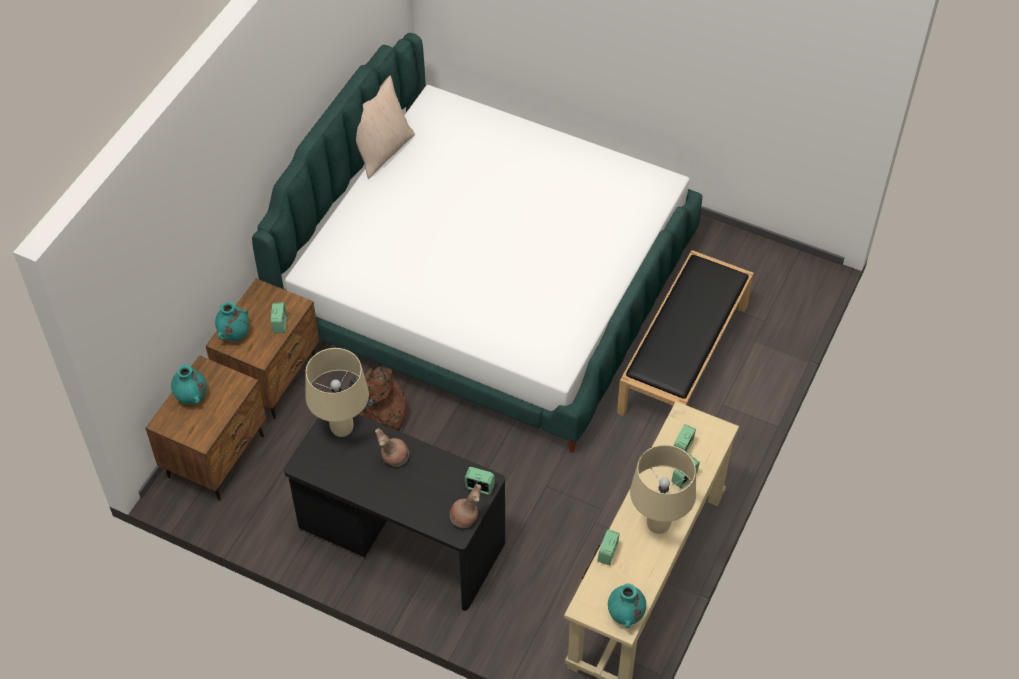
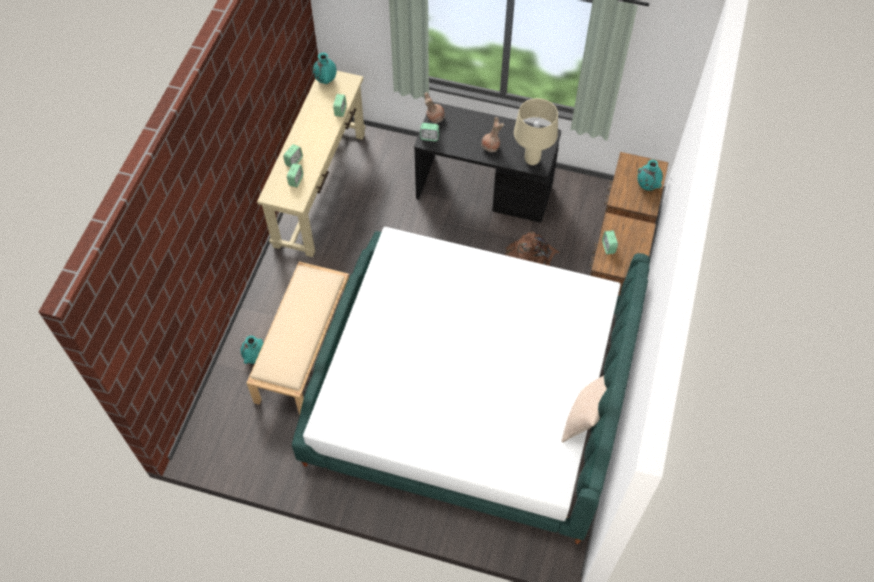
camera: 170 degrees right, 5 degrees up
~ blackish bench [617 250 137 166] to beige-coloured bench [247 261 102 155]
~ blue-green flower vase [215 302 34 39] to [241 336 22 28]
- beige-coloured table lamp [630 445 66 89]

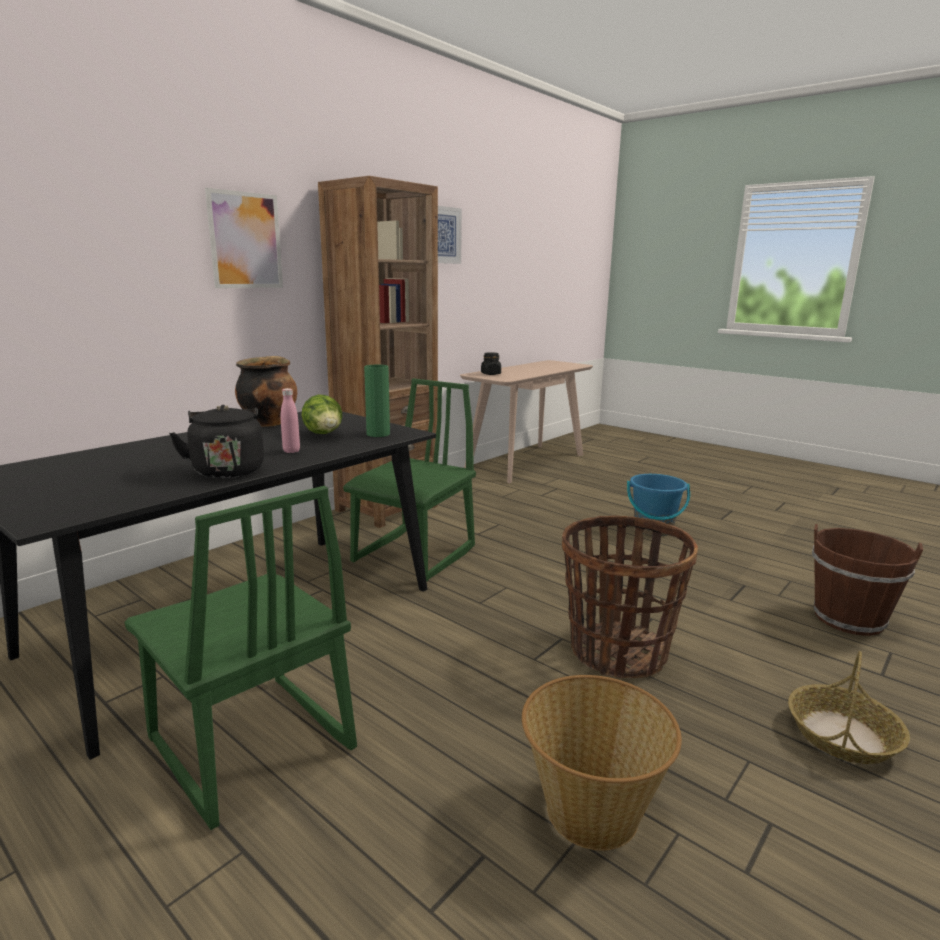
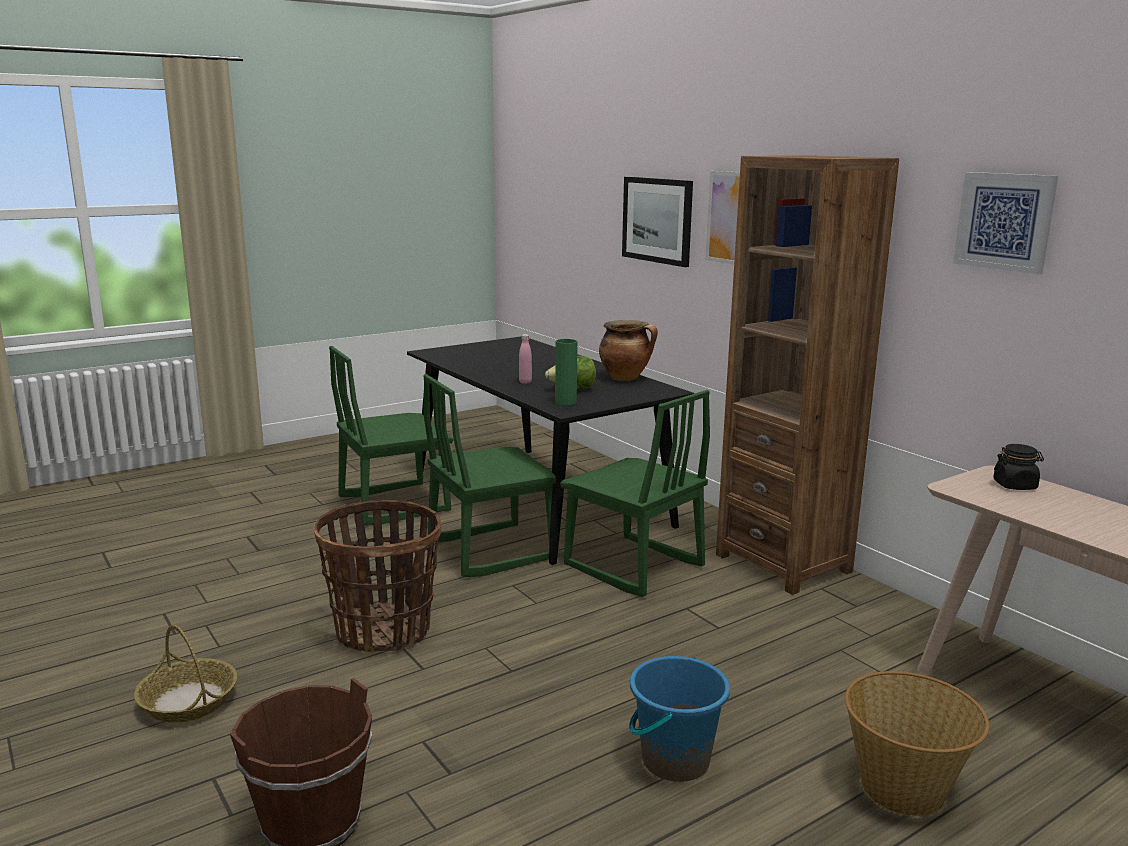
camera: 105 degrees right, 0 degrees up
- blackish tea kettle [169 405 95 73]
~ basket [522 675 160 176] to [845 671 145 146]
+ wall picture [622 177 71 90]
+ greenish plain chair [423 374 133 203]

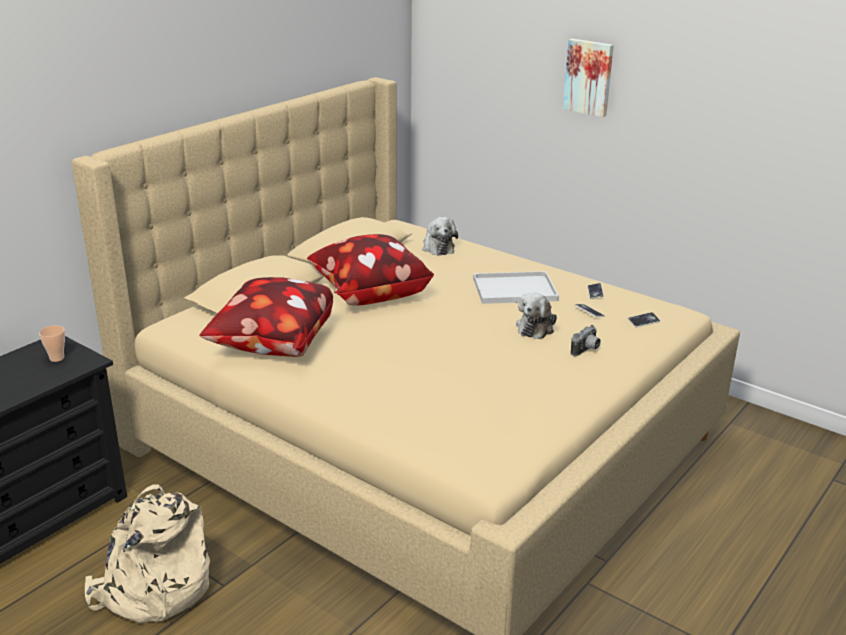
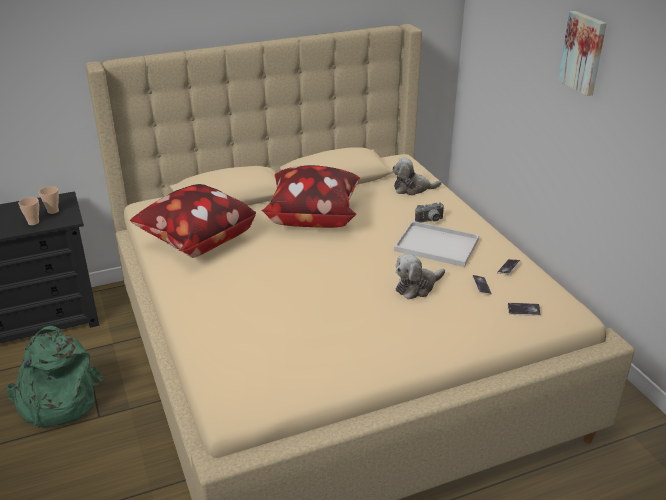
camera: 30 degrees right, 5 degrees up
~ cuddly toy [422 217 36 39] = [392 158 50 38] 75 degrees clockwise
~ photo camera [571 325 30 31] to [415 202 30 21]
~ beige-coloured backpack [85 484 125 140] to greenish backpack [5 326 99 101]
+ cup [19 197 20 28]

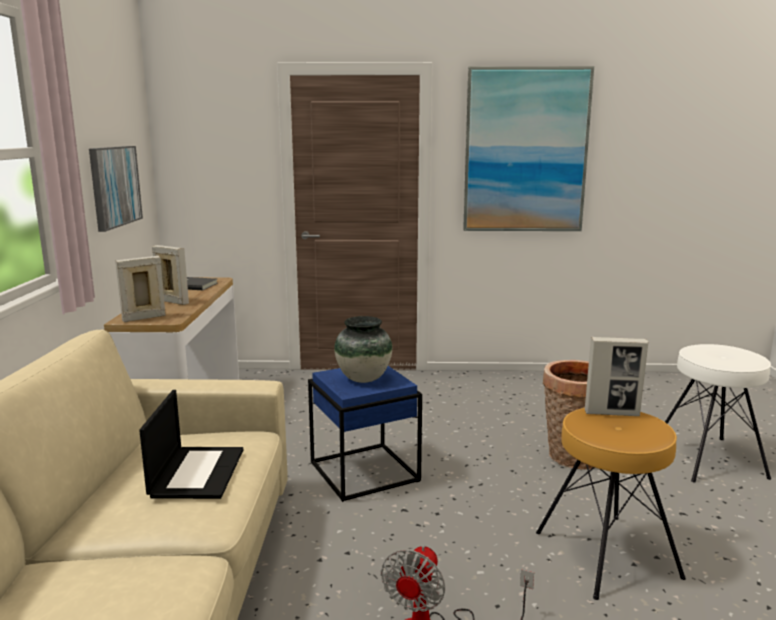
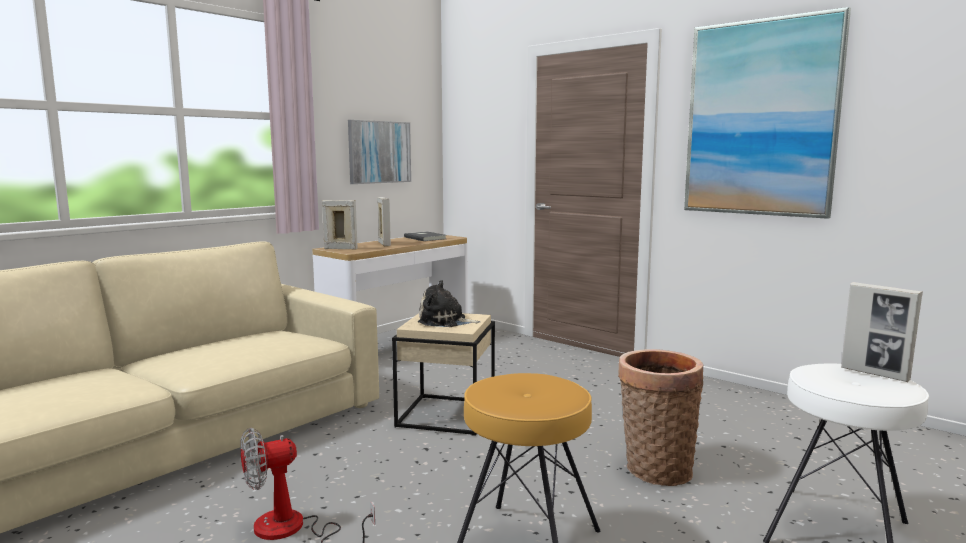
camera: 40 degrees right, 5 degrees down
~ flower vase [334 316 58 67] to cuddly toy [418 280 63 47]
~ standing frame [585 337 64 79] to [841 282 82 100]
~ blue-coloured side table [308 366 114 136] to beige-coloured side table [392 313 103 123]
- notebook computer [139 390 104 109]

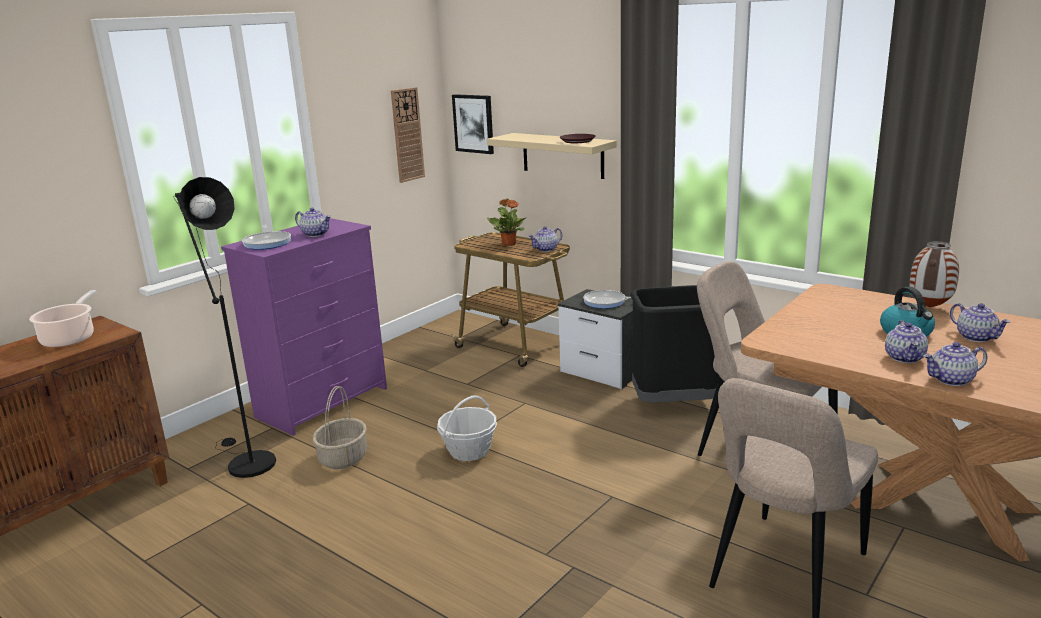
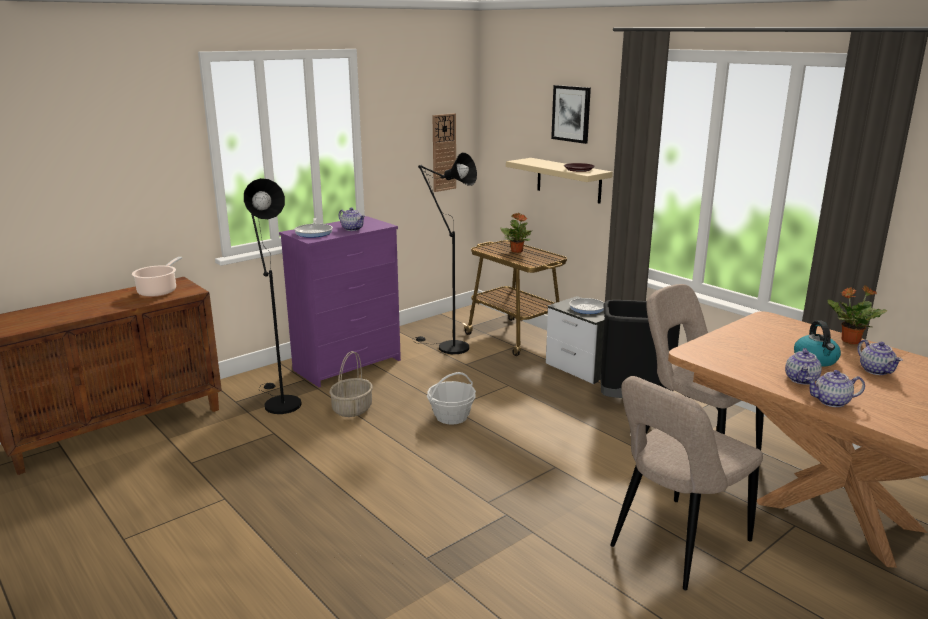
camera: 10 degrees right, 0 degrees up
~ wall picture [452 94 42 60] to [551 85 40 59]
- tea pot [528 226 34 26]
~ flower vase [910 241 49 67] to potted plant [827 285 61 60]
+ blackish standing lamp [412 152 65 202]

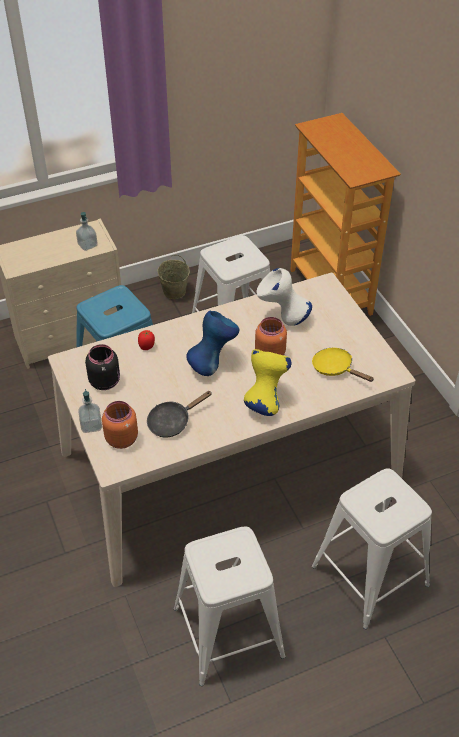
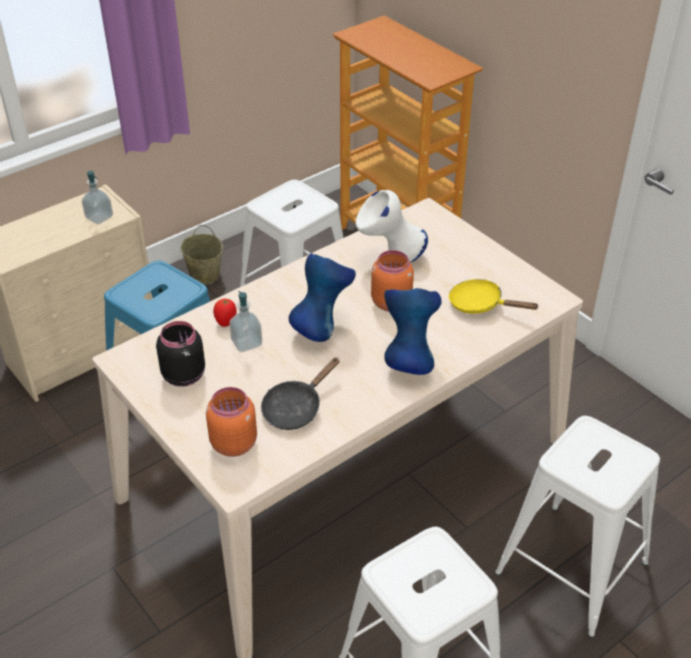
camera: 15 degrees left, 5 degrees down
~ yellowish flower vase [244 349 48 67] to blue-coloured flower vase [384 288 58 87]
~ soap dispenser [78 389 24 44] to [230 291 32 61]

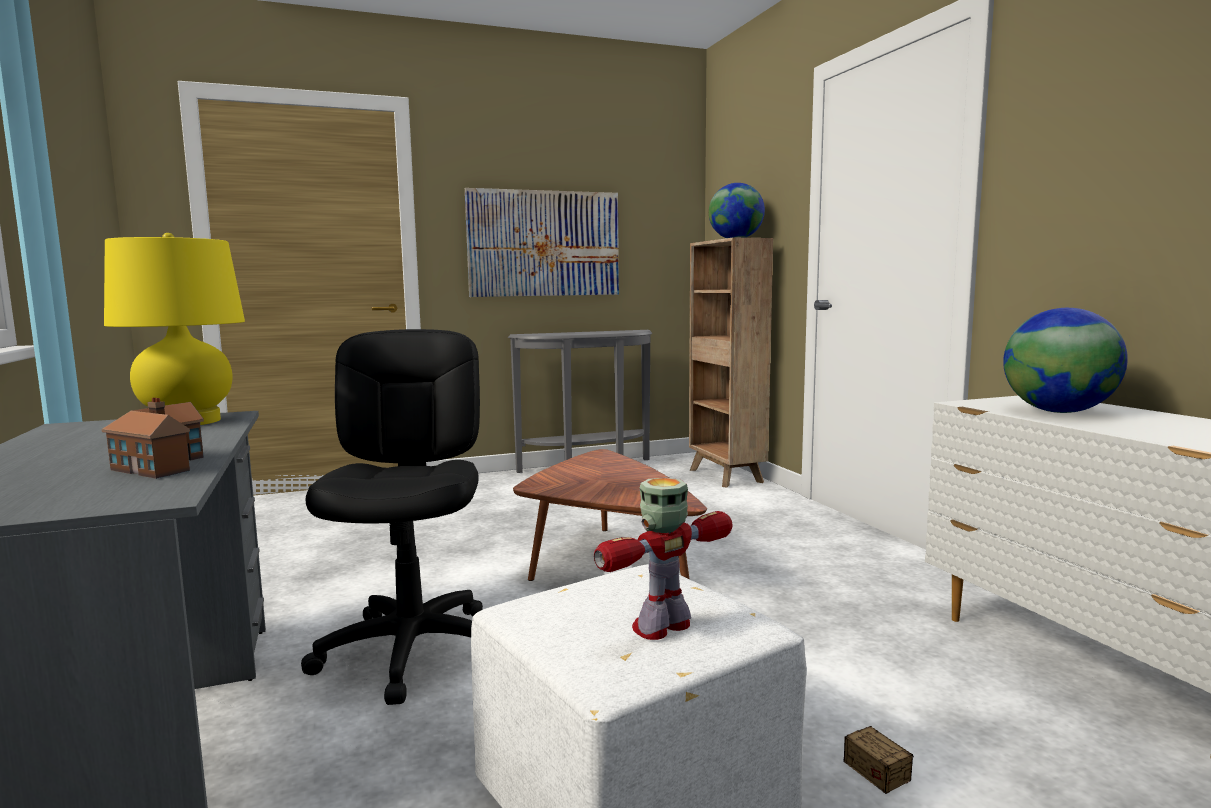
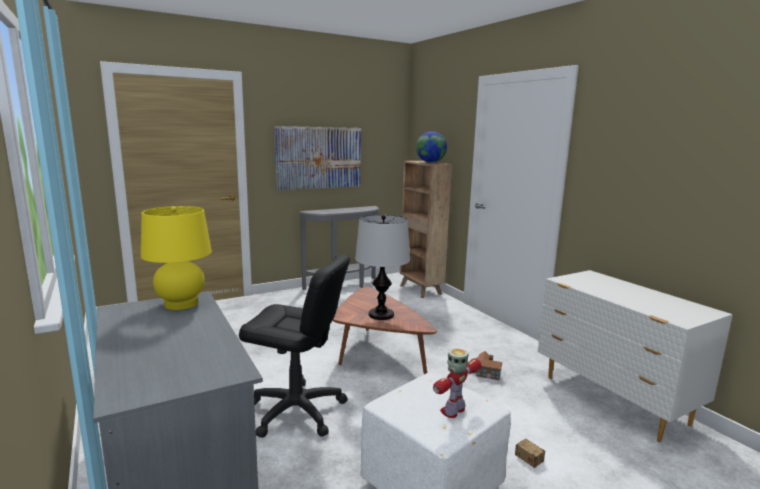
camera: 10 degrees left, 5 degrees up
- world globe [1003 308 125 105]
~ blackish office chair [301 329 182 376] = [239 255 111 183] 120 degrees clockwise
~ toy house [101 398 103 81] to [471 351 31 29]
+ table lamp [355 215 55 105]

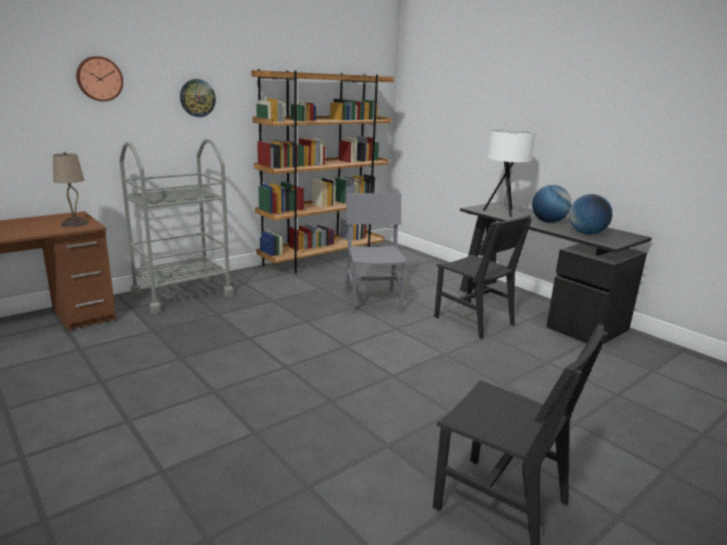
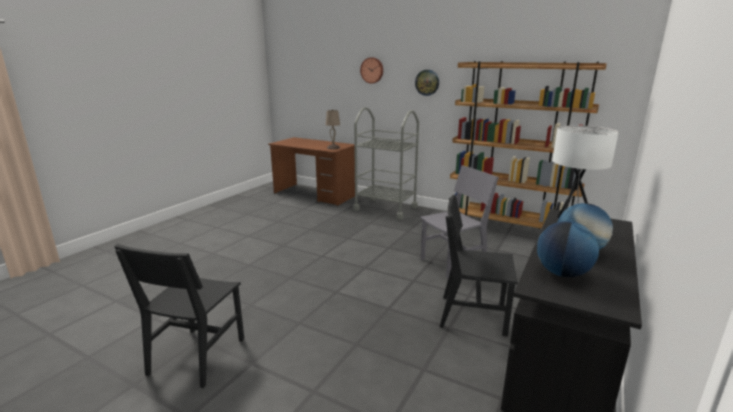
camera: 70 degrees right, 0 degrees up
~ blackish plain chair [434 215 98 124] = [440 195 78 142] 75 degrees clockwise

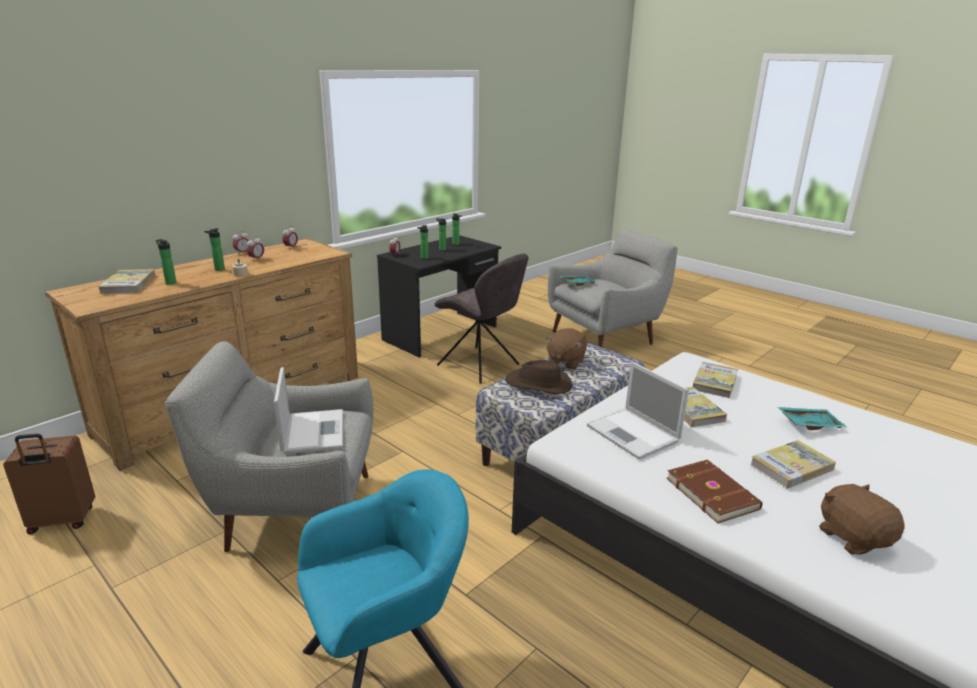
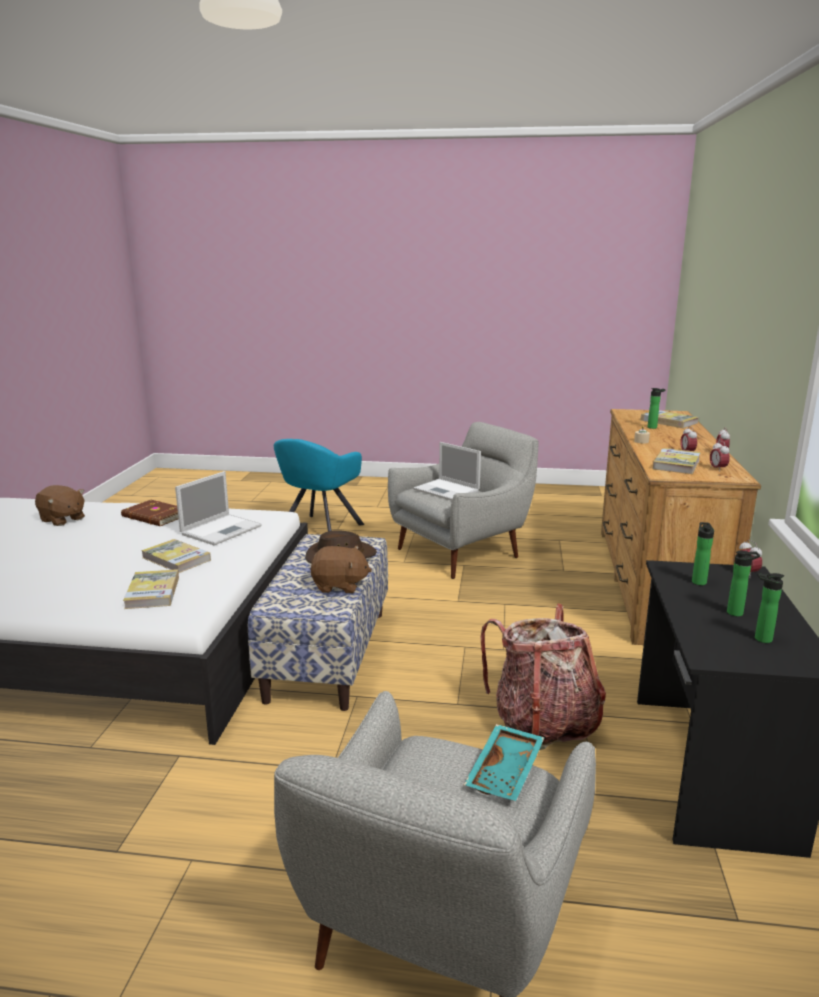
camera: 145 degrees right, 5 degrees down
- drink bottle [204 228 21 43]
~ gray plain chair [435 253 94 131] to backpack [481 603 125 147]
~ brown-coloured cuddly toy [546 328 41 42] = [310 546 62 47] 105 degrees clockwise
~ notebook computer [587 362 102 98] = [175 471 86 74] 105 degrees clockwise
- blue-green carrying tray [778 407 70 23]
- brown-coloured travel case [3 434 92 100]
~ bound book [750 440 86 49] to [653 448 48 26]

